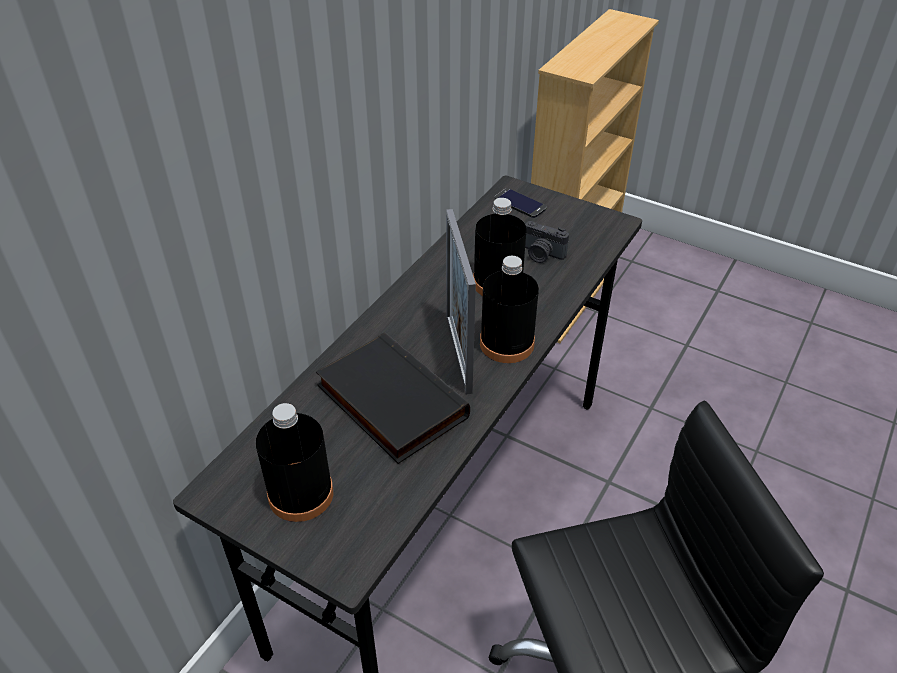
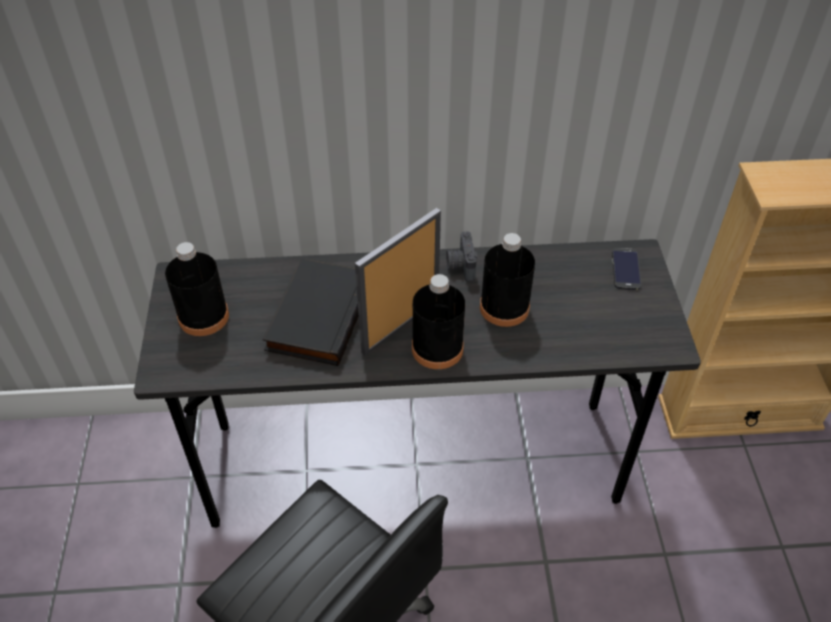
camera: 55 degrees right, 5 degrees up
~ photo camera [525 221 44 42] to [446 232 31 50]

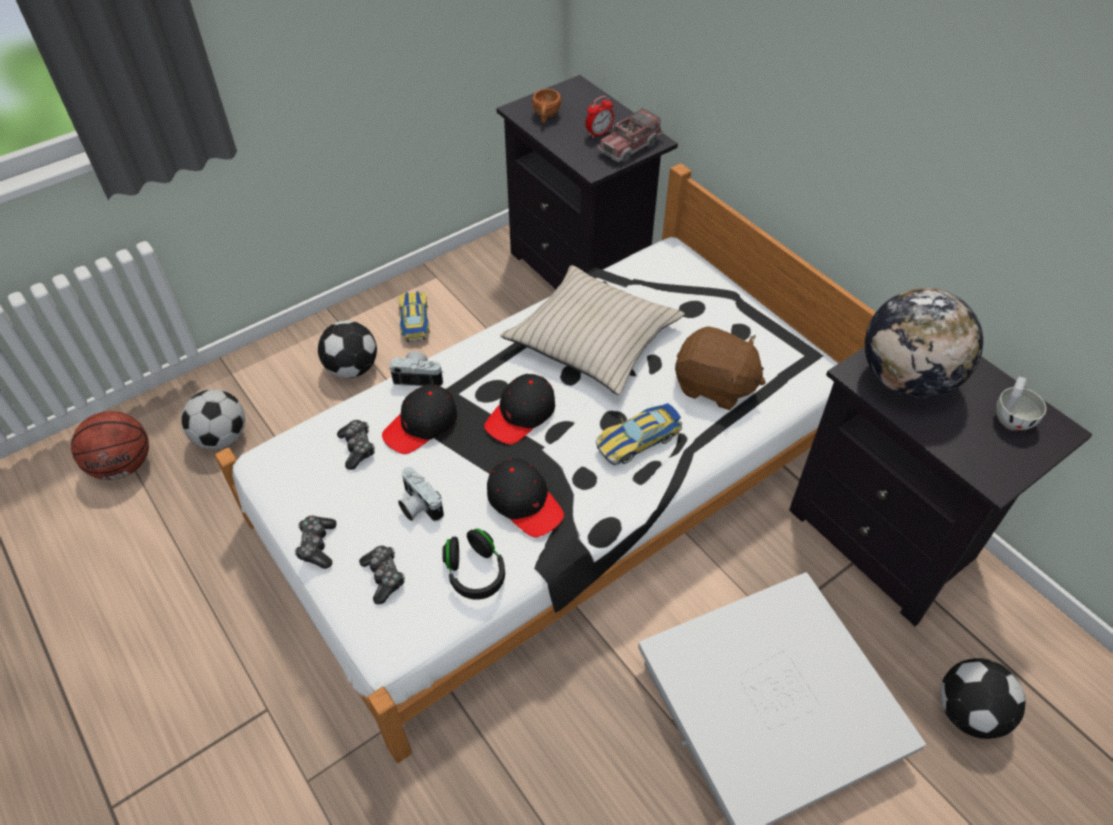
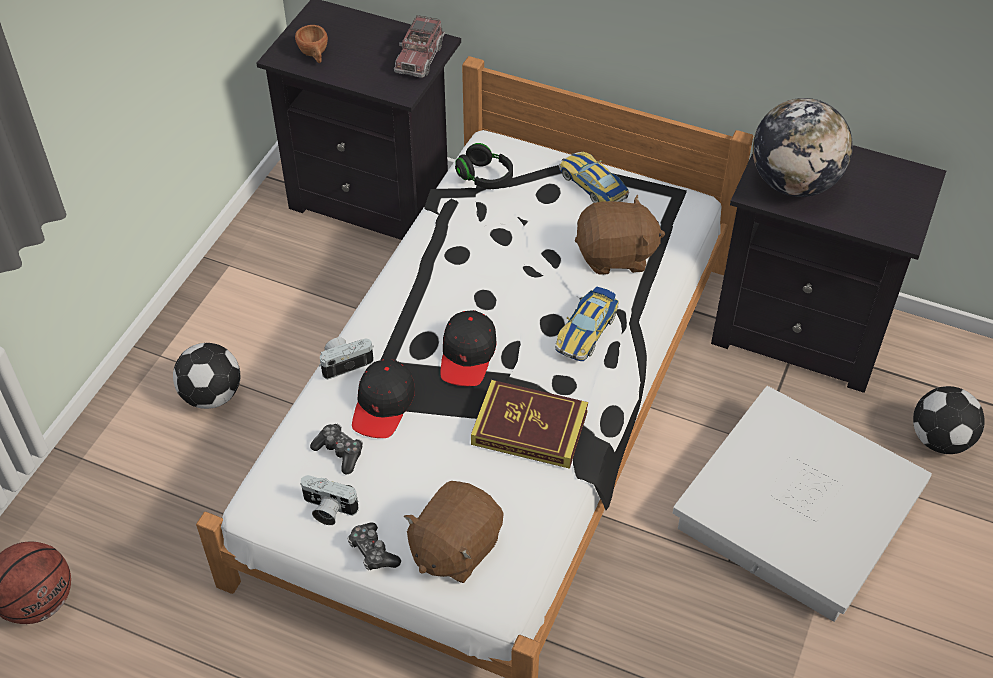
camera: 30 degrees left, 0 degrees up
- alarm clock [586 96 28 42]
- beige-coloured throw pillow [500 265 185 130]
~ toy car [398 291 32 51] to [559 152 70 51]
- whitish cup [996 376 50 55]
- football ball [181 389 64 61]
~ blackish peaked cap [487 459 77 78] to bound book [471 380 117 89]
~ photo camera [398 467 46 54] to [300 475 59 50]
~ blackish pair of headphones [442 528 63 72] to [455 143 58 46]
~ game controller [359 546 46 59] to brown-coloured cuddly toy [404 481 100 102]

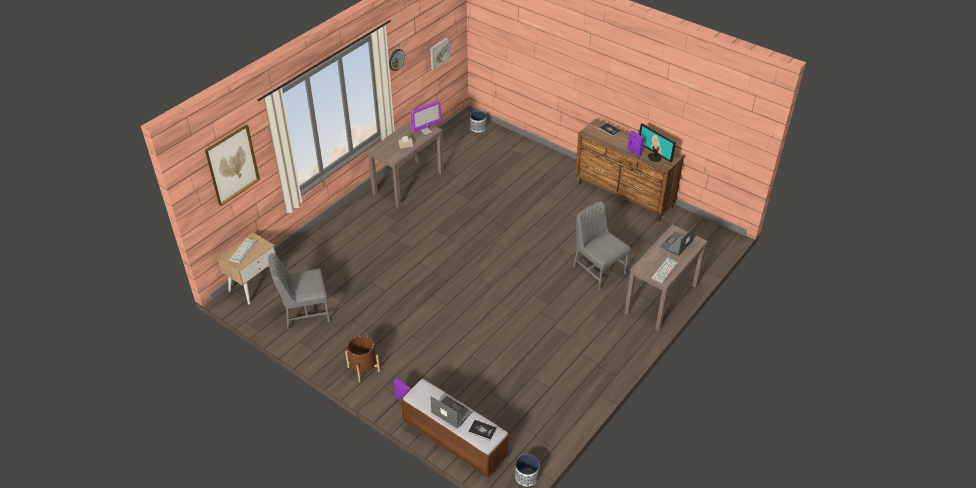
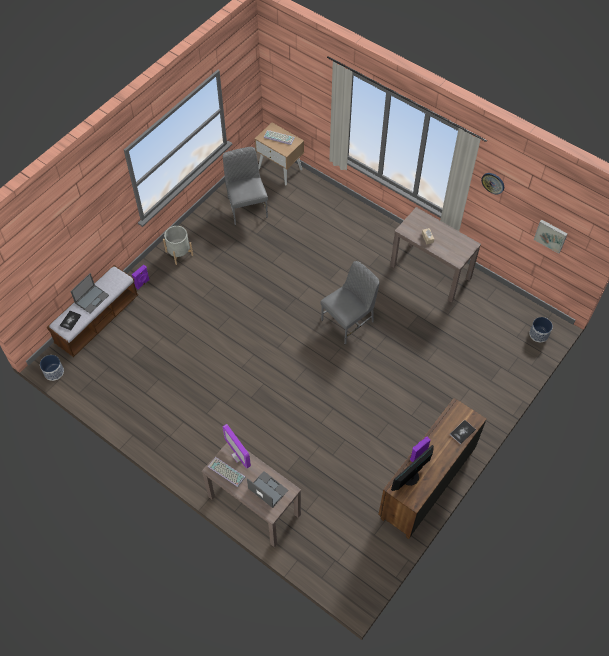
camera: 90 degrees right, 15 degrees up
~ computer screen [411 101 30 34] to [223 424 28 45]
- wall picture [205 125 55 81]
~ gray plain chair [573 202 58 88] to [320 261 60 83]
~ brown-coloured plant pot [345 336 35 46] to gray plant pot [163 226 30 39]

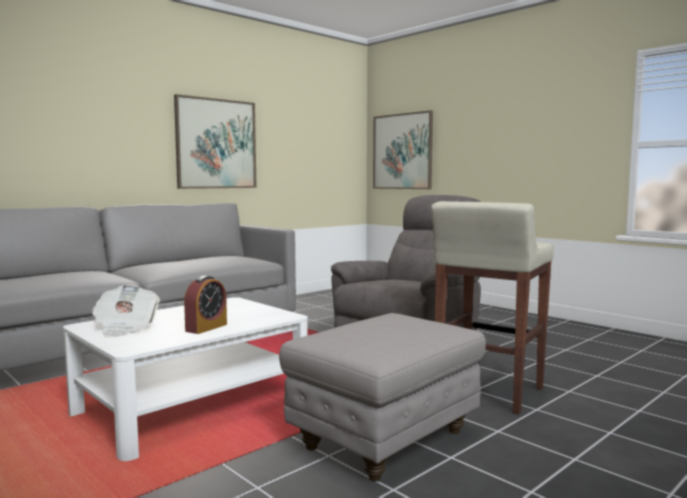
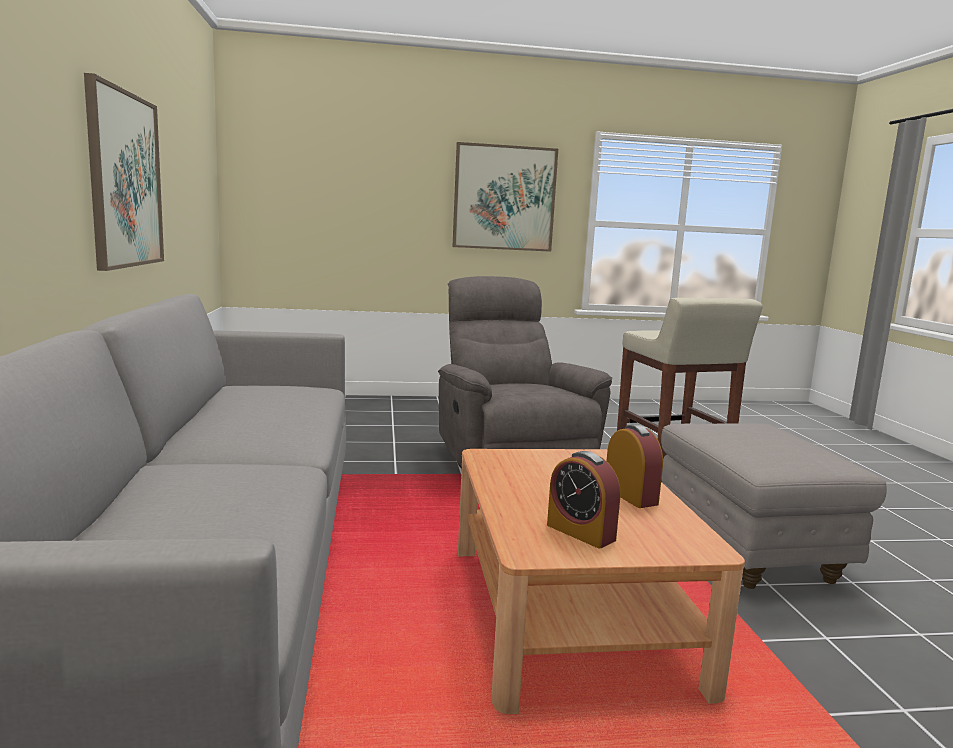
camera: 55 degrees left, 5 degrees up
~ wall picture [373 110 60 79] to [452 142 106 110]
~ printed paper [92 284 68 53] to alarm clock [547 451 73 97]
~ whitish low table [63 297 245 164] to brown-coloured low table [458 449 287 265]

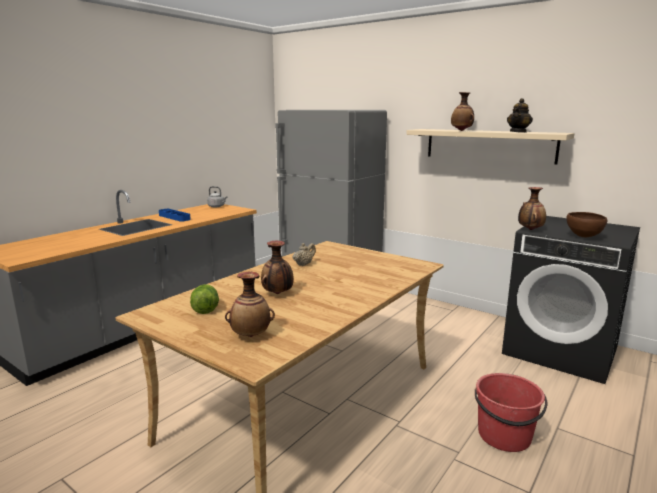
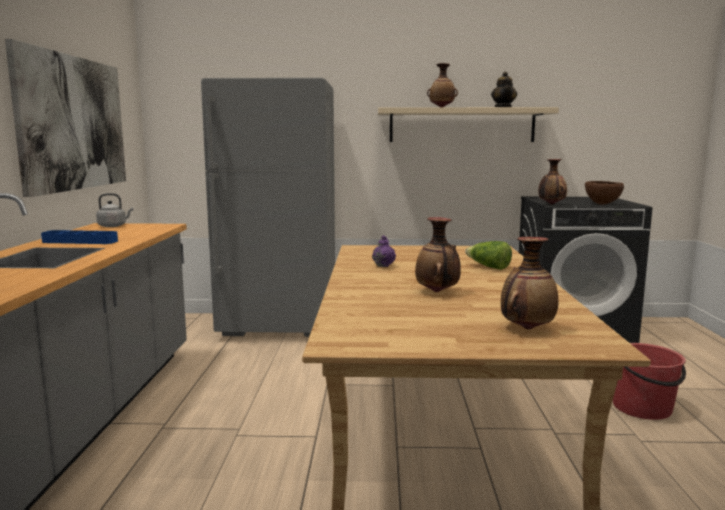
camera: 35 degrees left, 5 degrees down
~ beige-coloured tea pot [292 243 24 23] to purple-coloured tea pot [372 235 24 32]
~ lettuce [190 284 29 30] to [465 241 47 29]
+ wall picture [5 39 121 158]

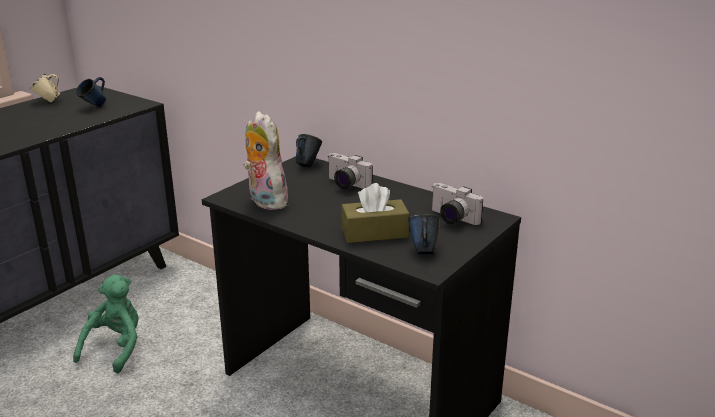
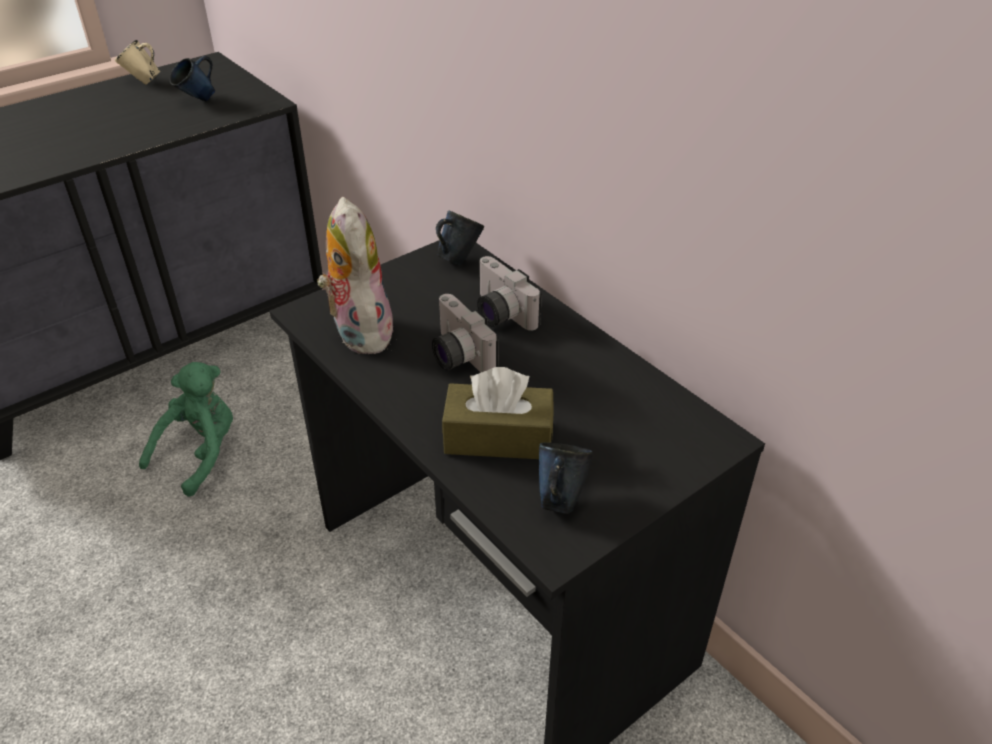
camera: 15 degrees right, 15 degrees up
~ photo camera [432 183 51 42] to [432 294 67 79]

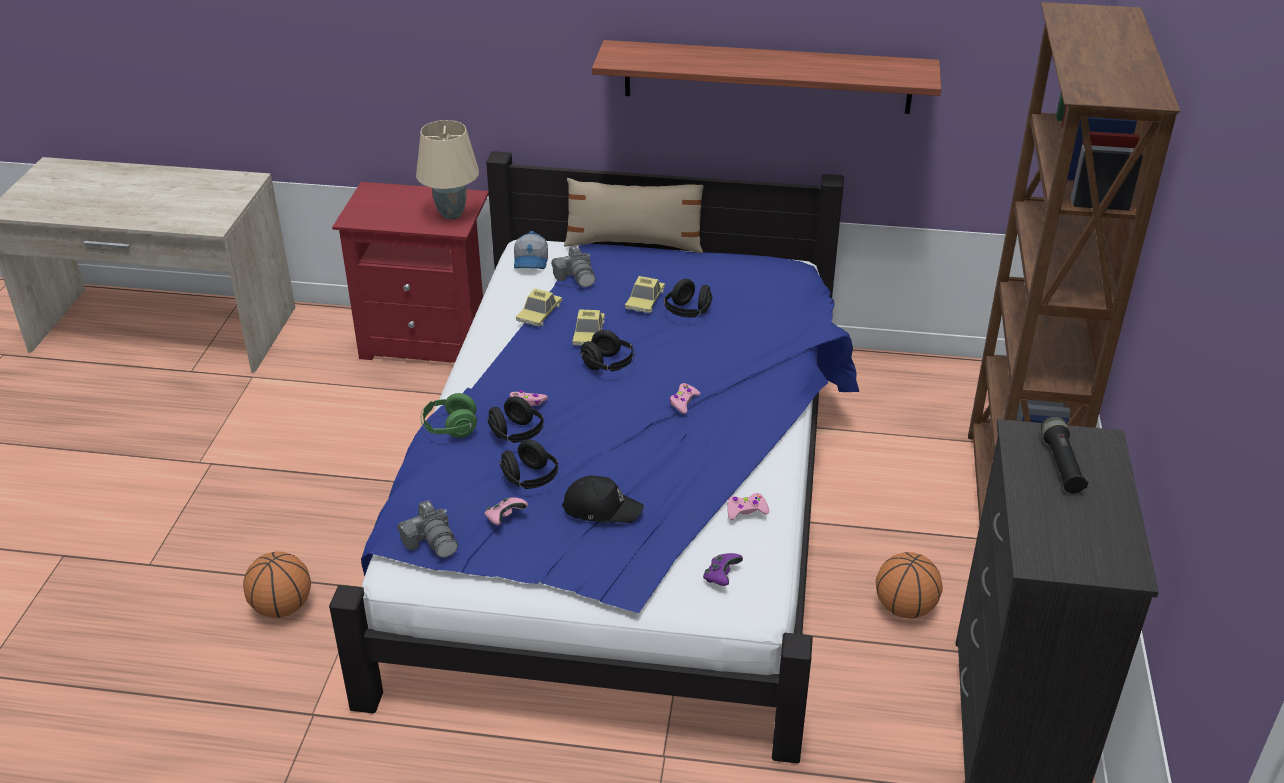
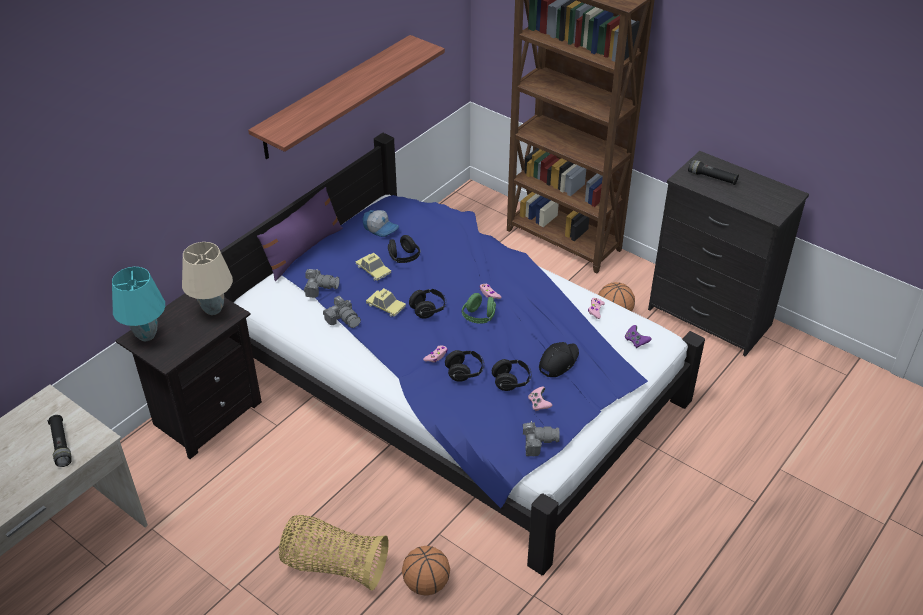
camera: 60 degrees left, 5 degrees up
~ beige-coloured throw pillow [564 178 139 75] to purple-coloured throw pillow [257 187 86 94]
~ red night table [332 182 157 181] to blackish night table [115 293 147 166]
~ peaked cap [514 231 34 38] to [363 210 36 27]
~ toy car [516 288 46 39] to photo camera [323 296 38 32]
~ greenish pair of headphones [421 393 56 45] to [462 293 34 31]
+ blue-green table lamp [112 267 53 74]
+ blackish flashlight [47 415 25 52]
+ basket [279 515 110 76]

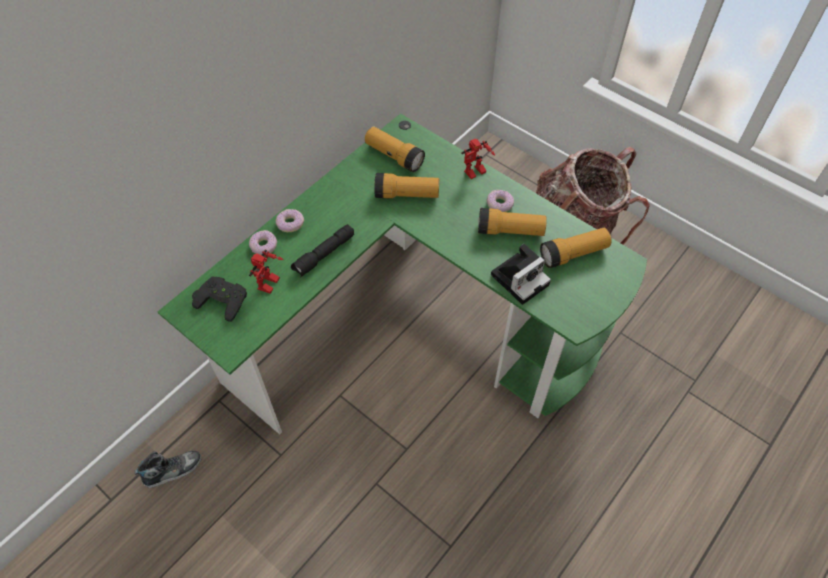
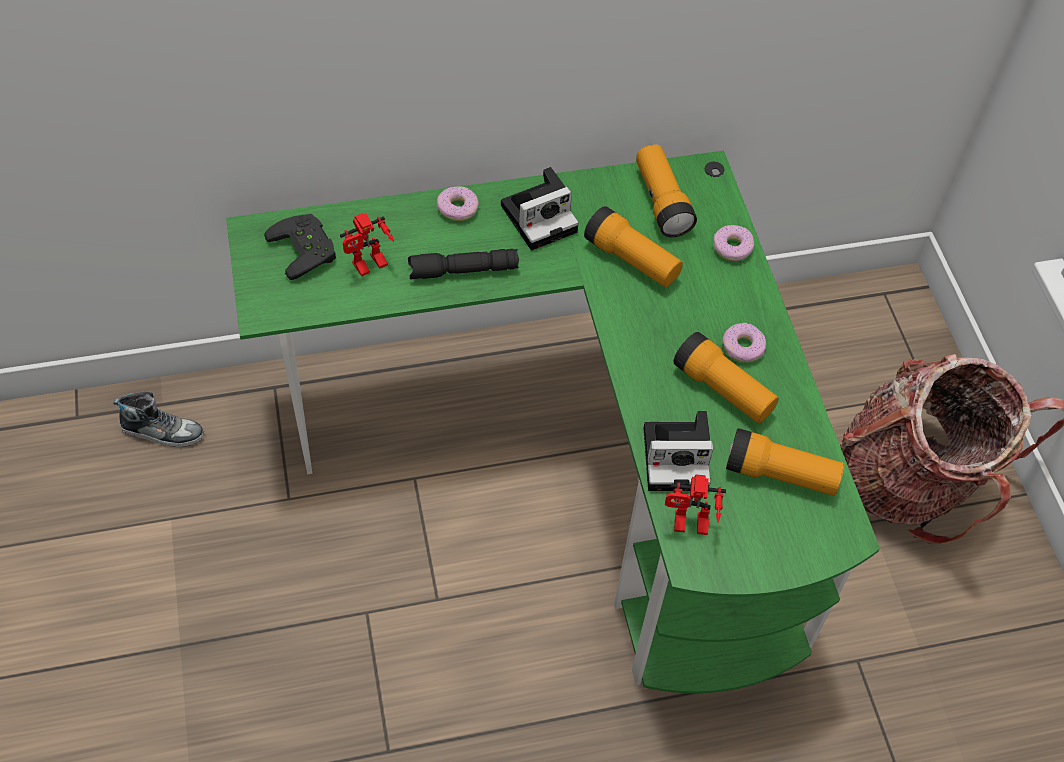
camera: 35 degrees right, 0 degrees up
~ robot figure [461 138 34 41] to [665 474 61 61]
~ ring doughnut [249 230 28 25] to [713 225 41 36]
+ photo camera [501 167 78 83]

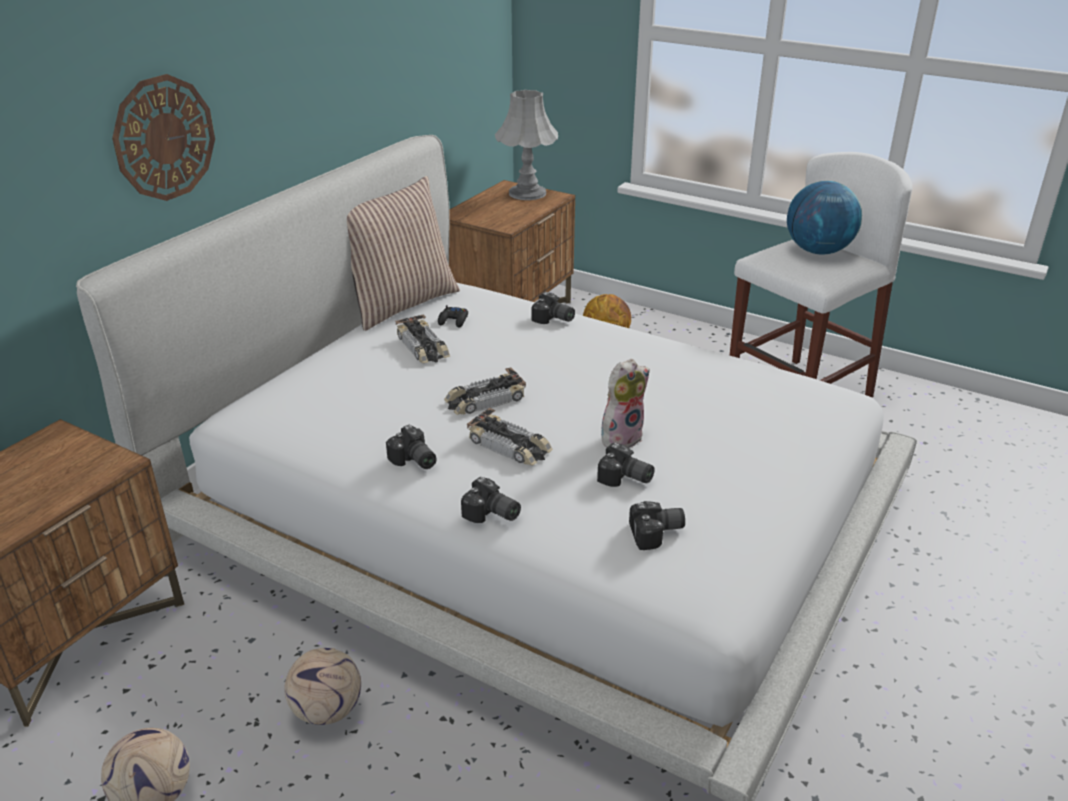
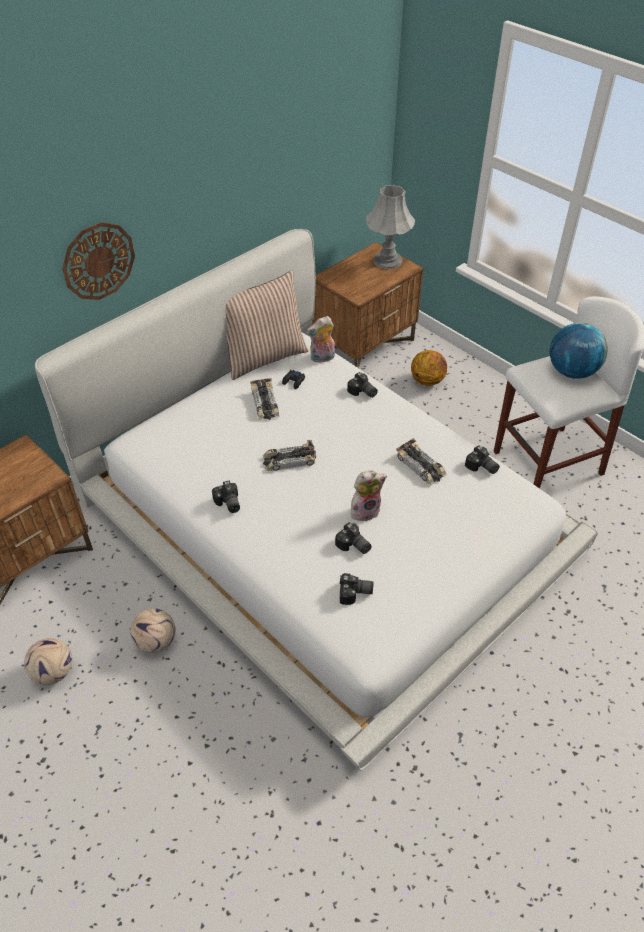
camera: 15 degrees right, 15 degrees up
~ toy car [467 407 86 59] to [396 438 51 47]
~ photo camera [461 476 60 47] to [465 445 35 29]
+ cuddly toy [306 316 29 47]

